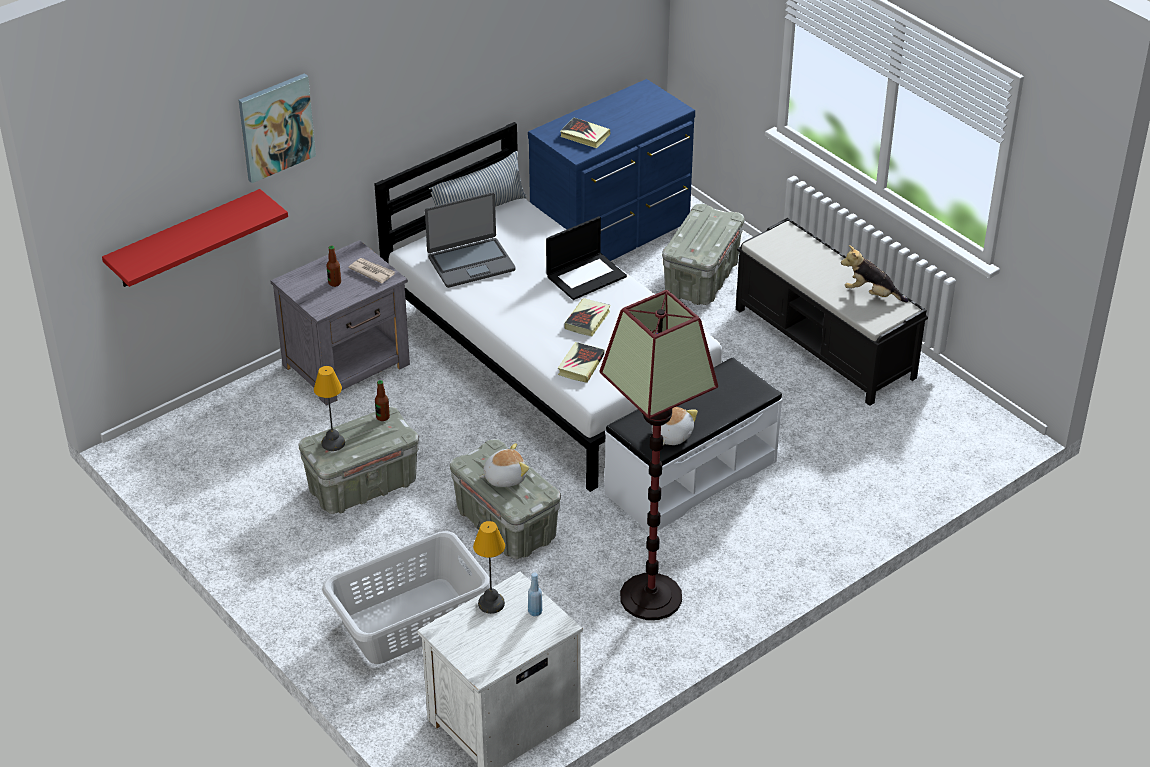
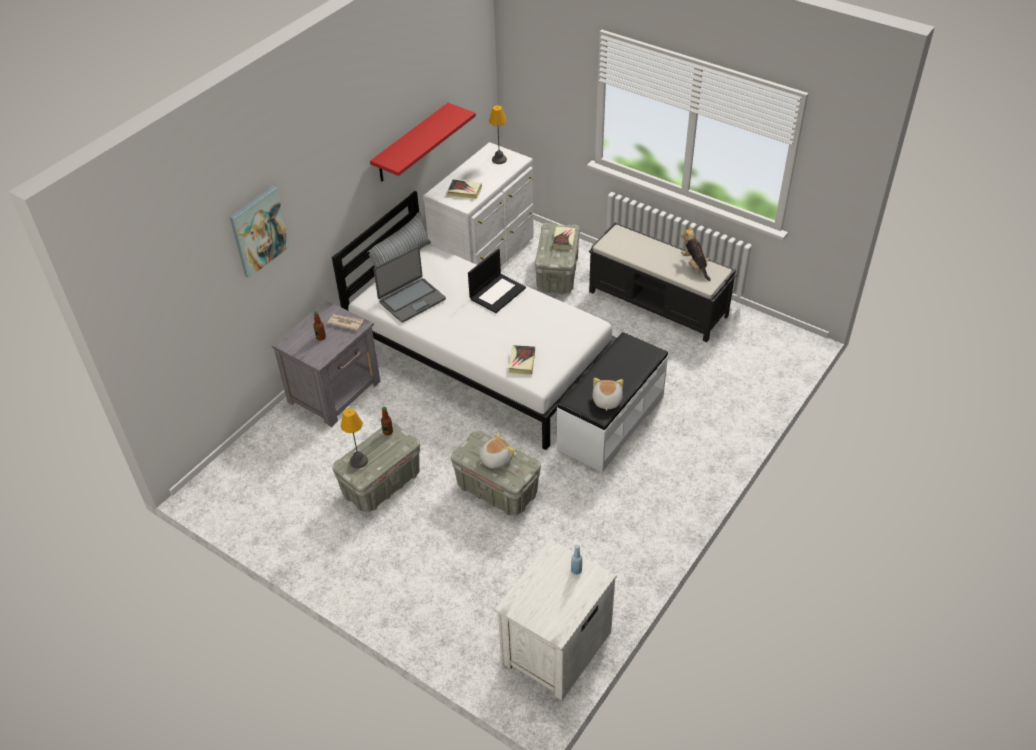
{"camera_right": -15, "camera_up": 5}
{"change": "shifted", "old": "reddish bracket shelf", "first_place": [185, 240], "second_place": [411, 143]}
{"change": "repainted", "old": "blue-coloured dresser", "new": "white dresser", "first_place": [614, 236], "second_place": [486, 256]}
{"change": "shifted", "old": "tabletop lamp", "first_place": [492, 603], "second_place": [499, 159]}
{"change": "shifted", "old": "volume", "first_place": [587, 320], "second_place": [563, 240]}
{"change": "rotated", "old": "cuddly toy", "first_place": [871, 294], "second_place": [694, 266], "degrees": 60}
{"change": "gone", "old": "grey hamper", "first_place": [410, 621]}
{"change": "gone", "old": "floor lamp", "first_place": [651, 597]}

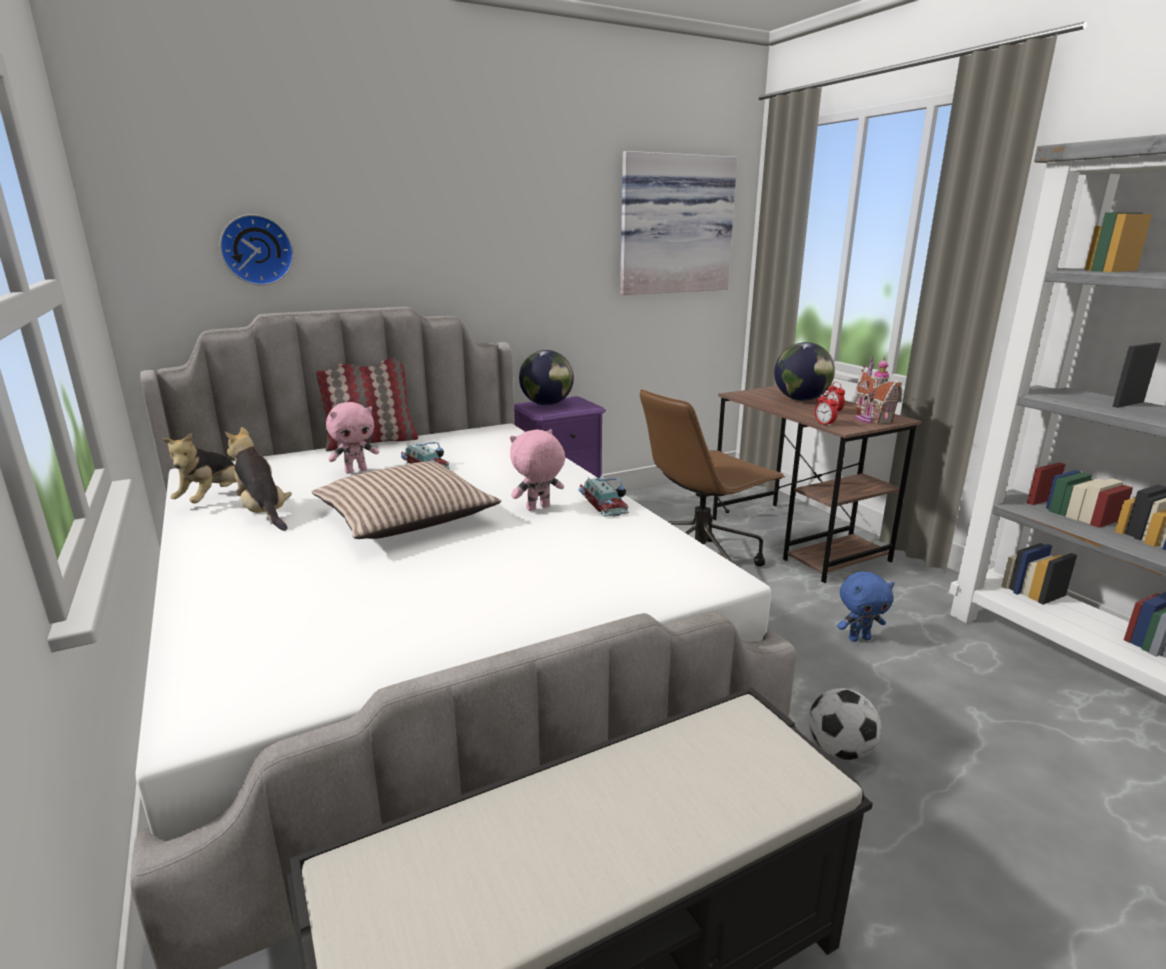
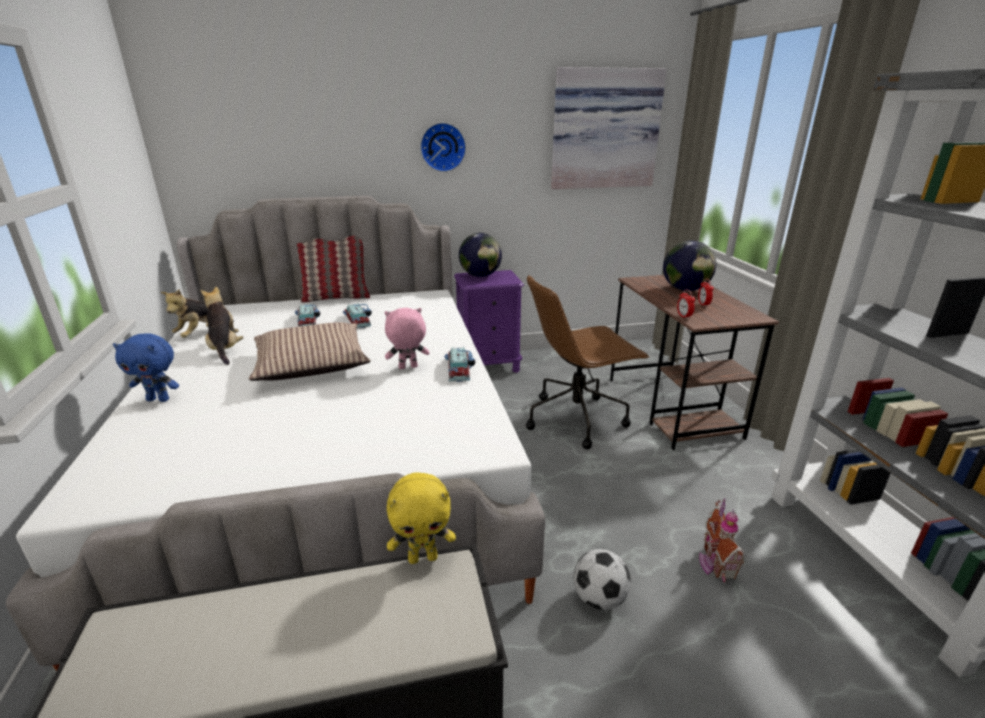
{"camera_right": 15, "camera_up": 5}
{"change": "shifted", "old": "blue-coloured cuddly toy", "first_place": [859, 638], "second_place": [159, 399]}
{"change": "swapped", "old": "pinkish cuddly toy", "new": "toy car", "first_place": [356, 471], "second_place": [308, 321]}
{"change": "new", "new": "yellow cuddly toy", "second_place": [423, 557]}
{"change": "shifted", "old": "wall clock", "first_place": [257, 250], "second_place": [442, 147]}
{"change": "shifted", "old": "miniature house", "first_place": [870, 419], "second_place": [715, 563]}

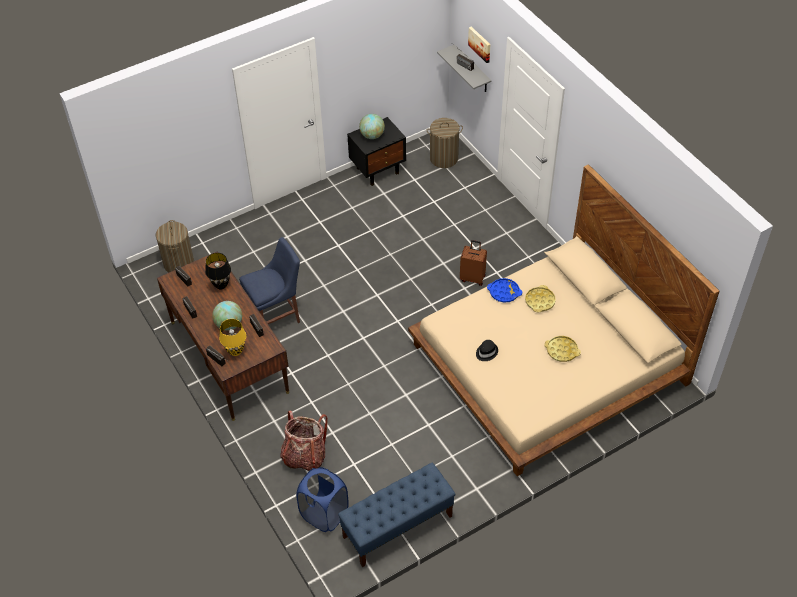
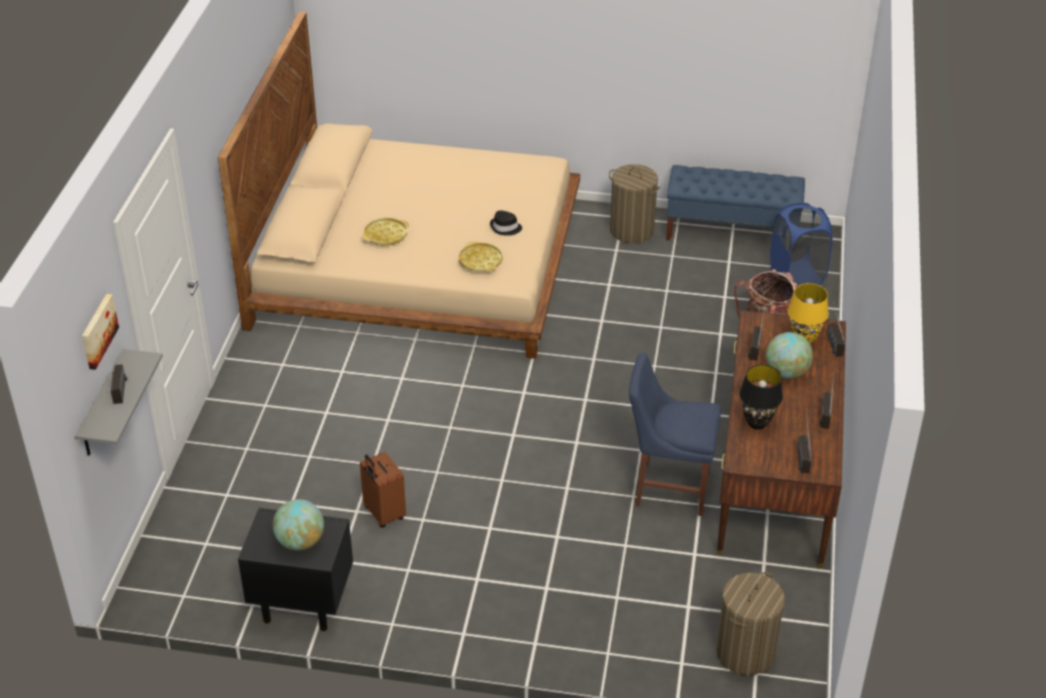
{"camera_right": -140, "camera_up": -10}
{"change": "shifted", "old": "brown-coloured suitcase", "first_place": [473, 278], "second_place": [383, 514]}
{"change": "shifted", "old": "yellow serving tray", "first_place": [562, 350], "second_place": [480, 261]}
{"change": "shifted", "old": "hamper", "first_place": [444, 158], "second_place": [631, 230]}
{"change": "gone", "old": "blue-coloured serving tray", "first_place": [504, 292]}

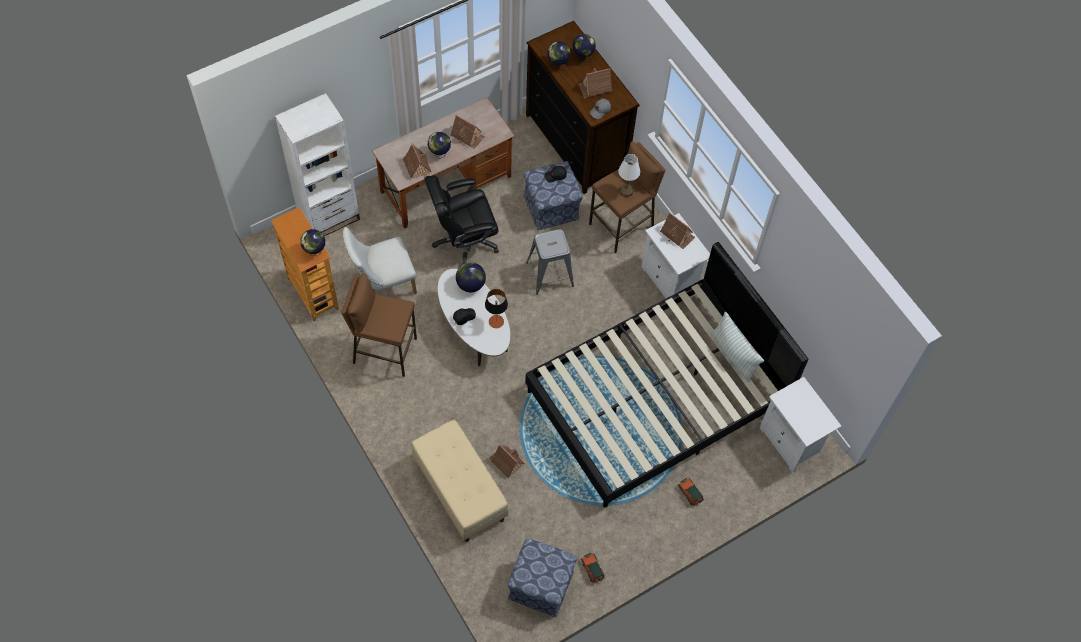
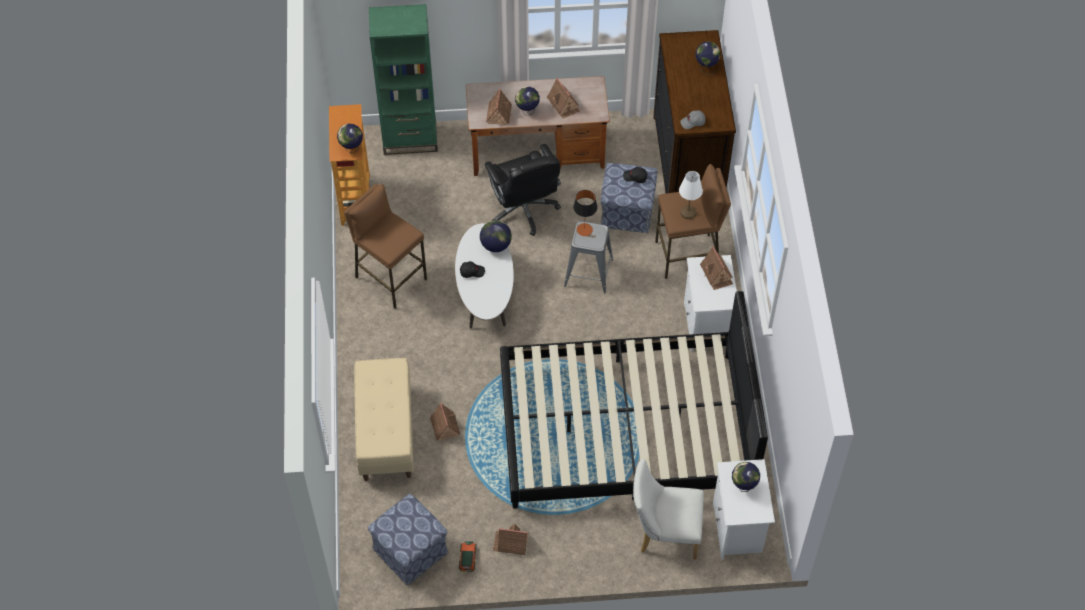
{"camera_right": 30, "camera_up": -5}
{"change": "repainted", "old": "white bookcase", "new": "greenish bookcase", "first_place": [329, 217], "second_place": [410, 138]}
{"change": "rotated", "old": "black computer chair", "first_place": [464, 241], "second_place": [524, 209], "degrees": -120}
{"change": "shifted", "old": "miniature house", "first_place": [595, 87], "second_place": [511, 543]}
{"change": "shifted", "old": "tabletop lamp", "first_place": [496, 321], "second_place": [584, 229]}
{"change": "shifted", "old": "white plain chair", "first_place": [383, 284], "second_place": [664, 533]}
{"change": "shifted", "old": "desk globe", "first_place": [558, 64], "second_place": [743, 486]}
{"change": "gone", "old": "toy car", "first_place": [690, 493]}
{"change": "gone", "old": "throw pillow", "first_place": [733, 355]}

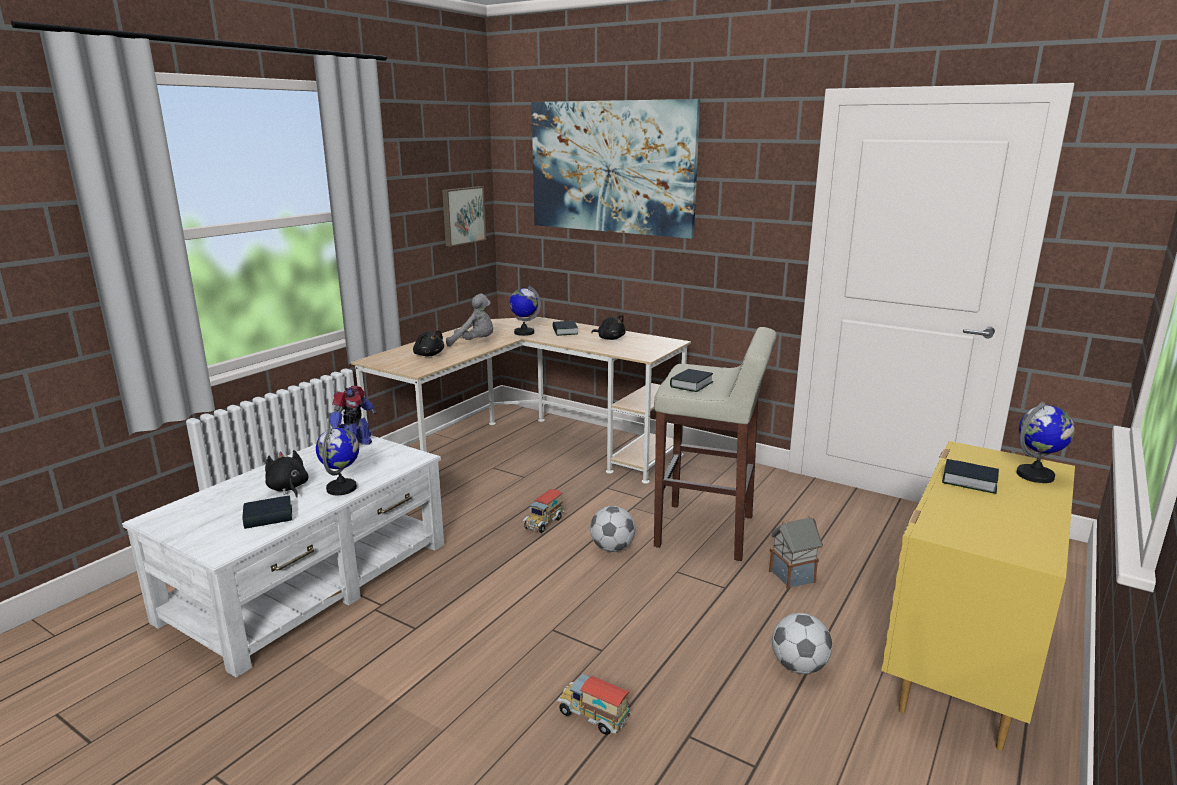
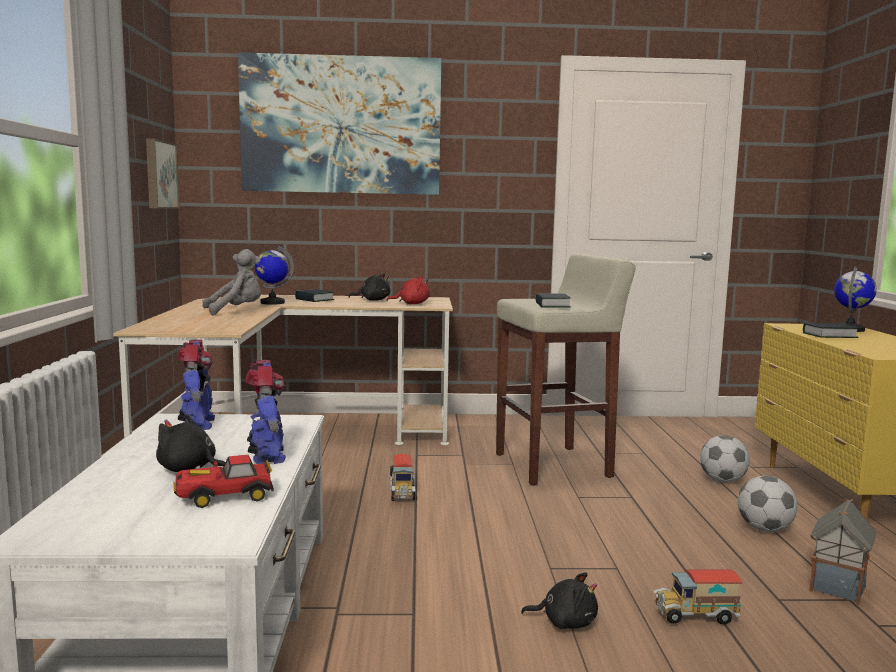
{"camera_right": -35, "camera_up": -10}
{"change": "swapped", "old": "volume", "new": "toy car", "first_place": [268, 517], "second_place": [224, 497]}
{"change": "swapped", "old": "desk globe", "new": "toy robot", "first_place": [342, 488], "second_place": [266, 456]}
{"change": "new", "new": "reddish cuddly toy", "second_place": [411, 304]}
{"change": "shifted", "old": "black cuddly toy", "first_place": [428, 355], "second_place": [565, 622]}
{"change": "shifted", "old": "football ball", "first_place": [612, 548], "second_place": [722, 481]}
{"change": "shifted", "old": "miniature house", "first_place": [792, 576], "second_place": [837, 587]}

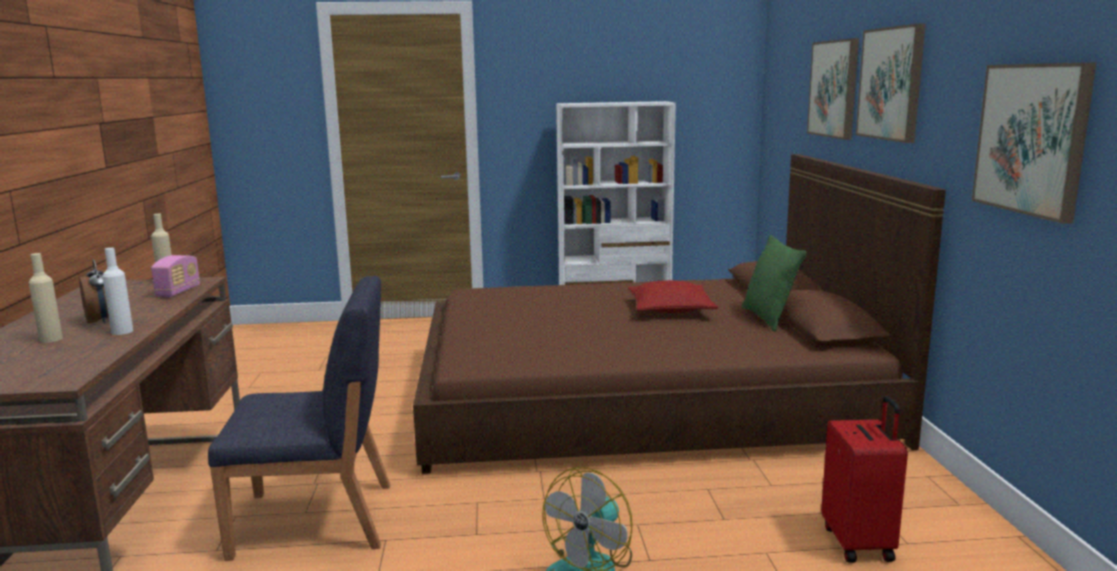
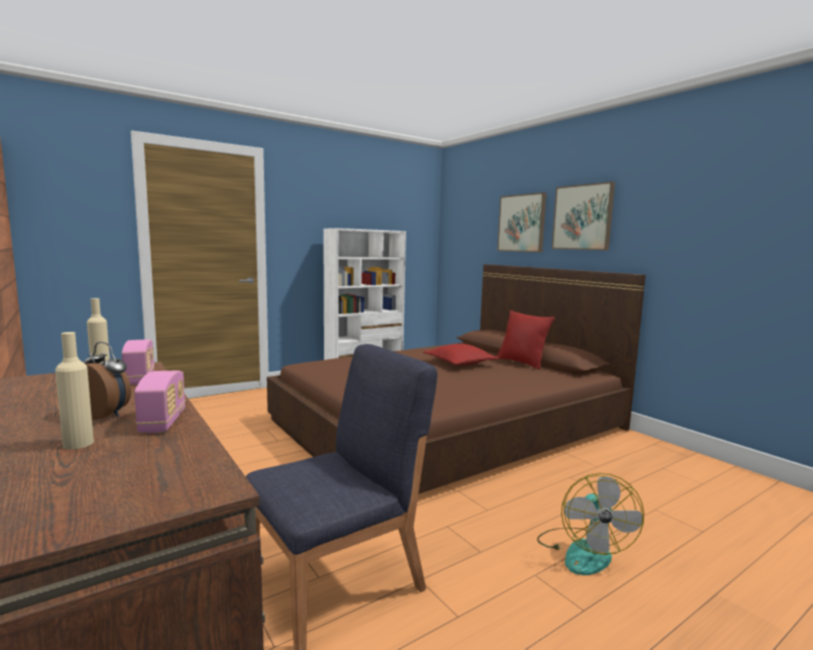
{"camera_right": -30, "camera_up": -5}
{"change": "swapped", "old": "white drink bottle", "new": "radio", "first_place": [122, 331], "second_place": [163, 422]}
{"change": "repainted", "old": "greenish throw pillow", "new": "reddish throw pillow", "first_place": [768, 318], "second_place": [522, 362]}
{"change": "gone", "old": "reddish suitcase", "first_place": [859, 543]}
{"change": "gone", "old": "picture", "first_place": [1032, 139]}

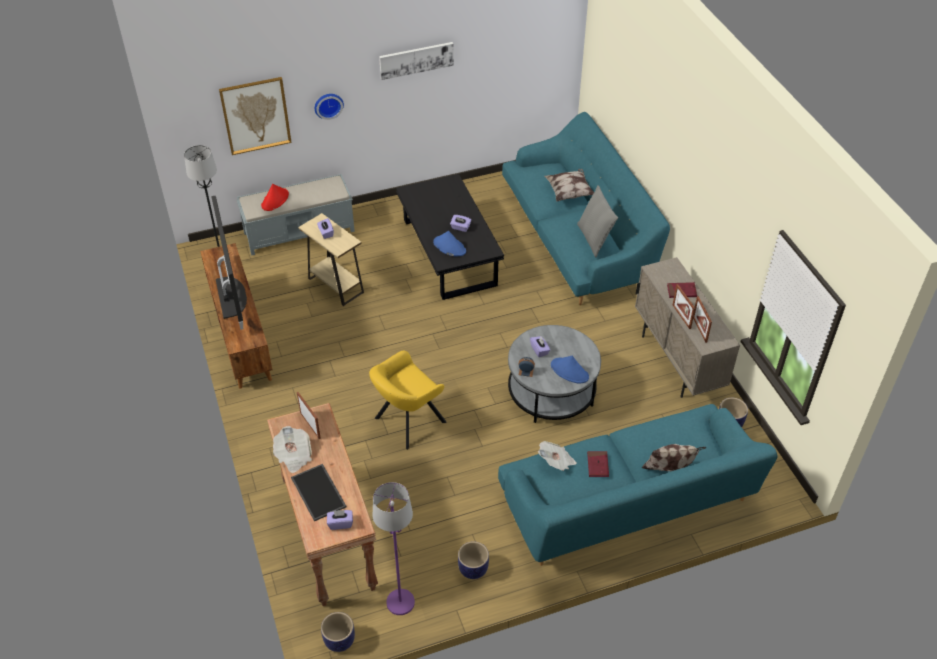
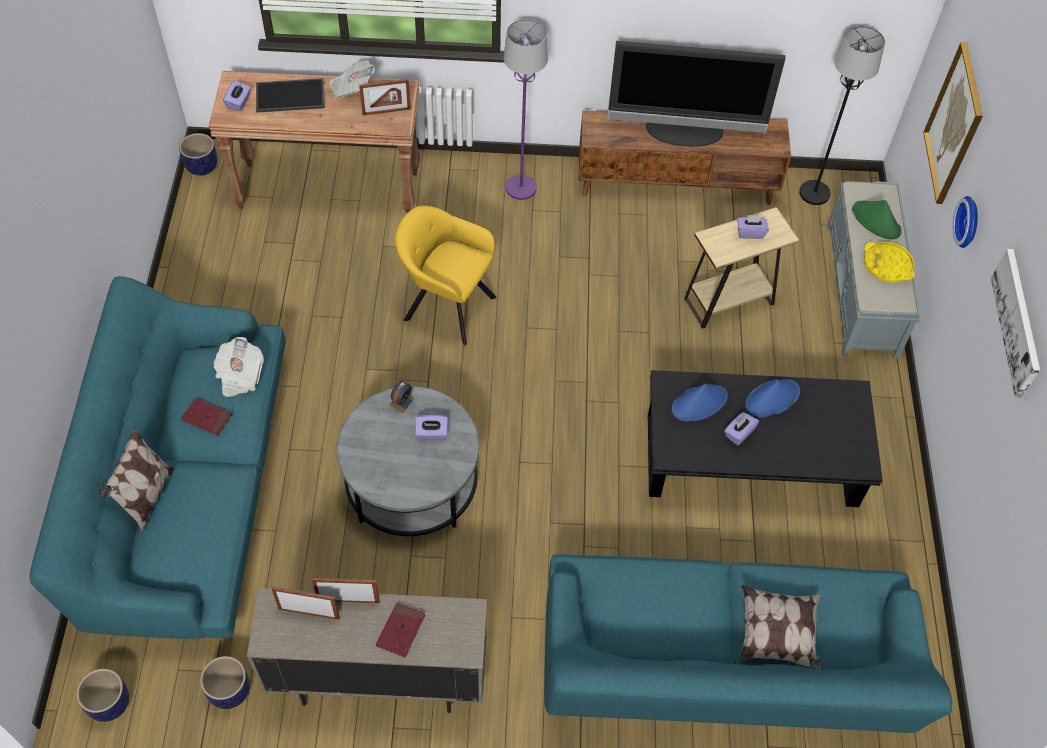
{"camera_right": 110, "camera_up": 10}
{"change": "shifted", "old": "flower pot", "first_place": [472, 569], "second_place": [110, 703]}
{"change": "rotated", "old": "yellow lounge chair", "first_place": [407, 422], "second_place": [446, 305], "degrees": -45}
{"change": "shifted", "old": "purple floor lamp", "first_place": [400, 602], "second_place": [521, 188]}
{"change": "shifted", "old": "blue-coloured clothing hat", "first_place": [569, 371], "second_place": [772, 399]}
{"change": "repainted", "old": "reddish clothing hat", "new": "greenish clothing hat", "first_place": [275, 200], "second_place": [876, 221]}
{"change": "new", "new": "yellow serving tray", "second_place": [887, 265]}
{"change": "gone", "old": "grey throw pillow", "first_place": [594, 239]}

